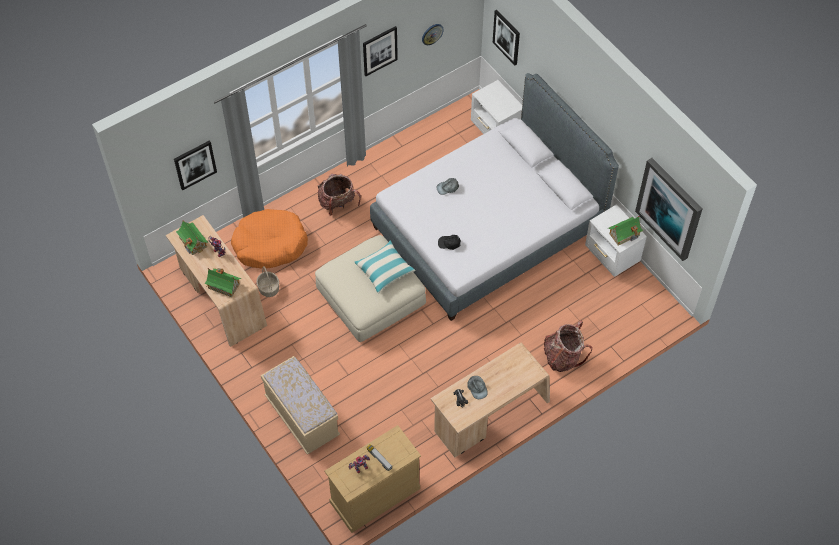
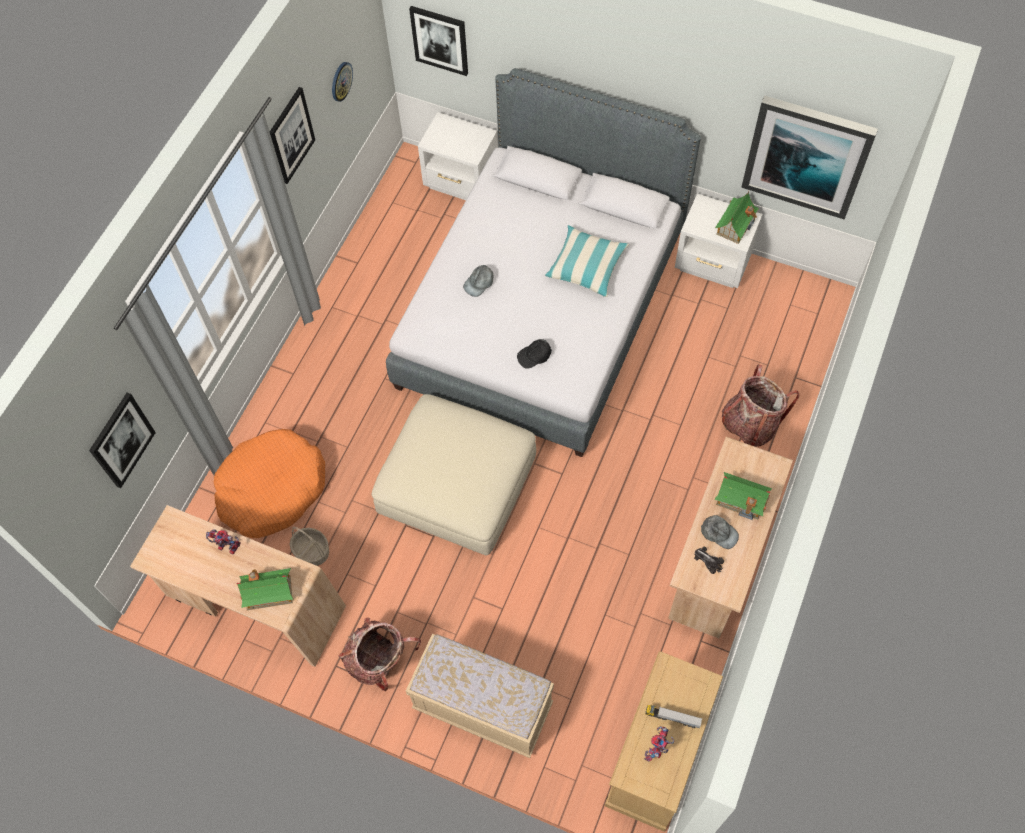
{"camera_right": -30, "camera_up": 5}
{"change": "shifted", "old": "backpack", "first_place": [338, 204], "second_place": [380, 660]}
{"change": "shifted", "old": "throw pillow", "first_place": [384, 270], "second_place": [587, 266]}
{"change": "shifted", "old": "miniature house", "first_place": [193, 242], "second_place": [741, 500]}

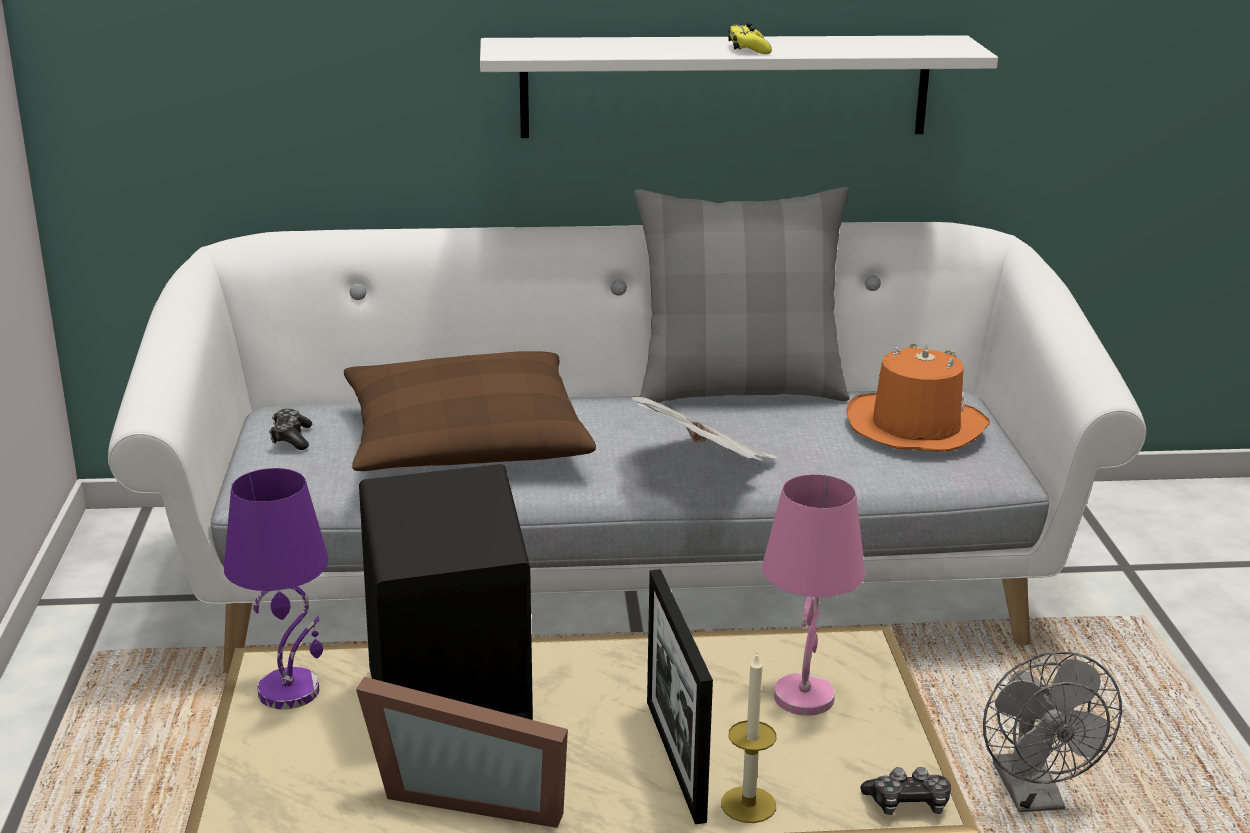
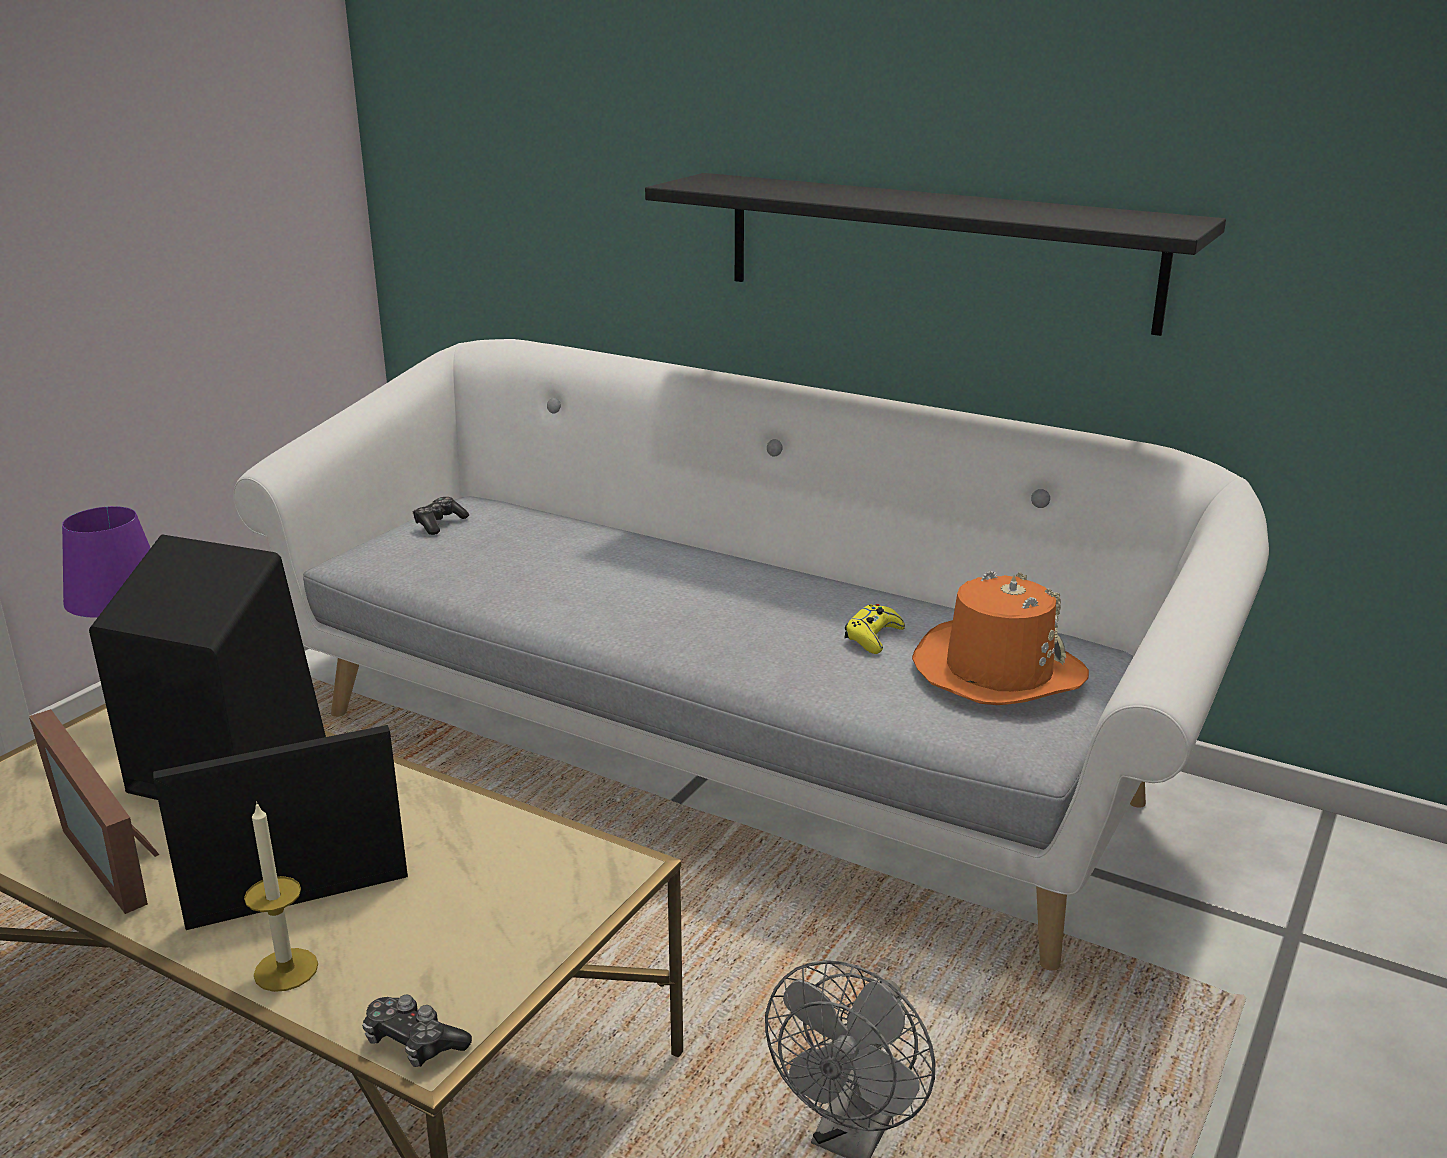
{"camera_right": 35, "camera_up": 0}
{"change": "rotated", "old": "standing frame", "first_place": [675, 759], "second_place": [299, 899], "degrees": 45}
{"change": "repainted", "old": "white bracket shelf", "new": "black bracket shelf", "first_place": [725, 86], "second_place": [936, 250]}
{"change": "shifted", "old": "yellow game controller", "first_place": [749, 48], "second_place": [873, 637]}
{"change": "gone", "old": "brown-coloured throw pillow", "first_place": [464, 440]}
{"change": "gone", "old": "daily paper", "first_place": [704, 466]}
{"change": "gone", "old": "grey throw pillow", "first_place": [739, 390]}
{"change": "gone", "old": "pinkish tabletop lamp", "first_place": [803, 696]}

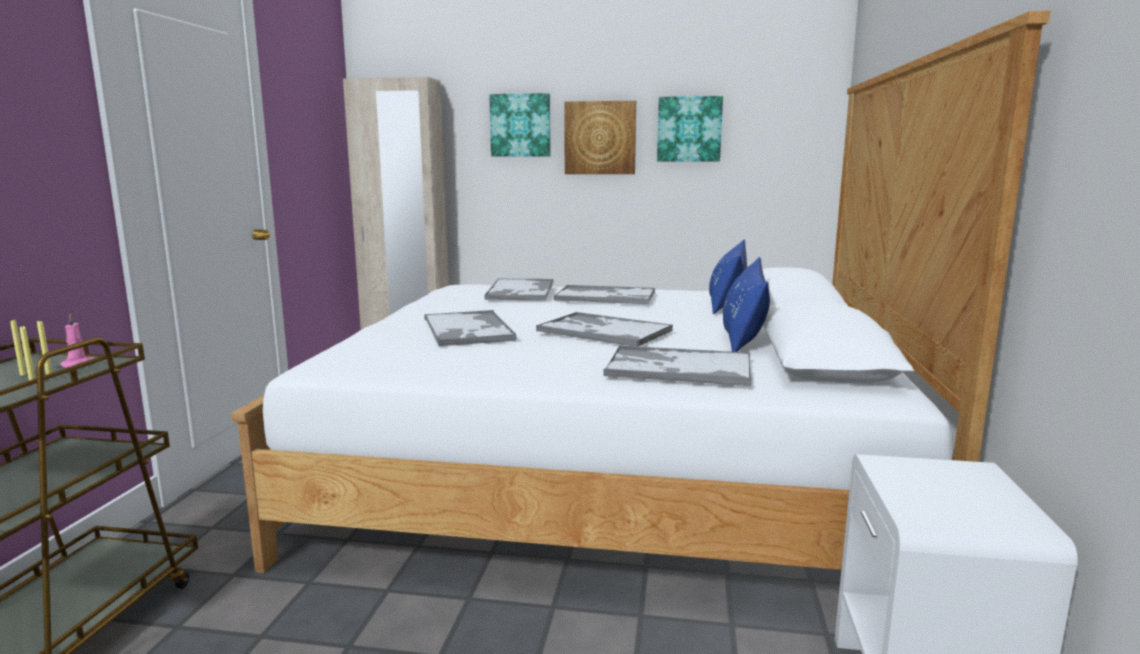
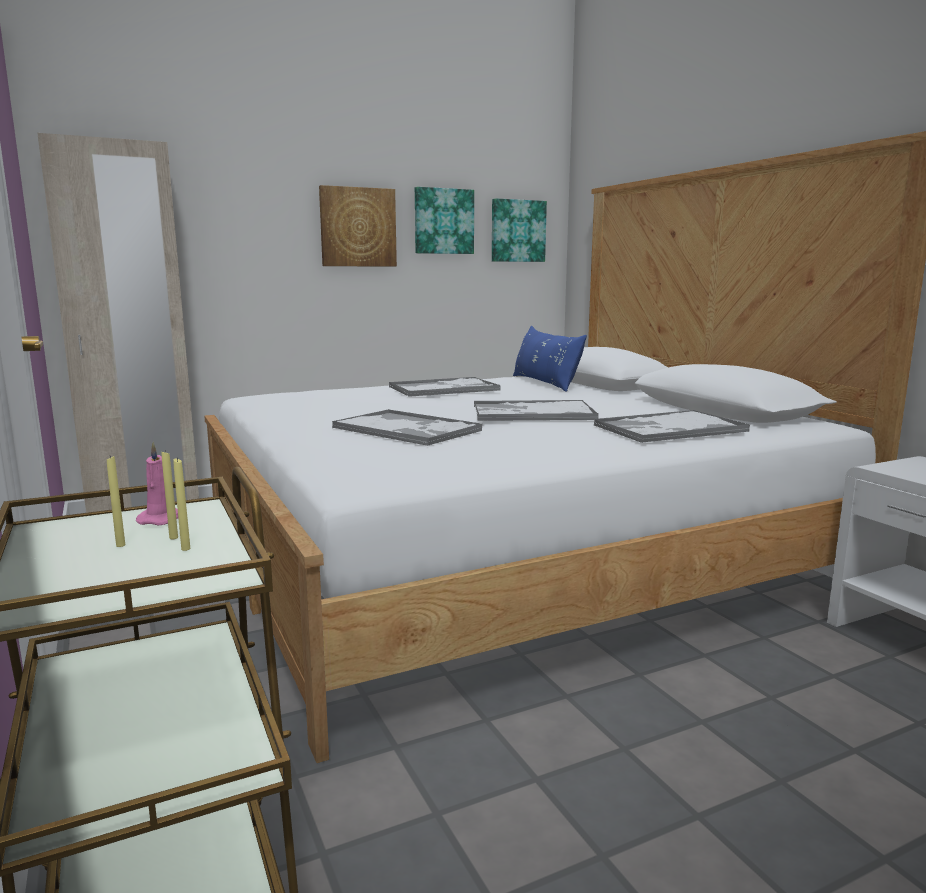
{"camera_right": -35, "camera_up": 0}
{"change": "shifted", "old": "picture", "first_place": [520, 125], "second_place": [517, 231]}
{"change": "gone", "old": "serving tray", "first_place": [520, 291]}
{"change": "gone", "old": "blue-coloured throw pillow", "first_place": [743, 335]}

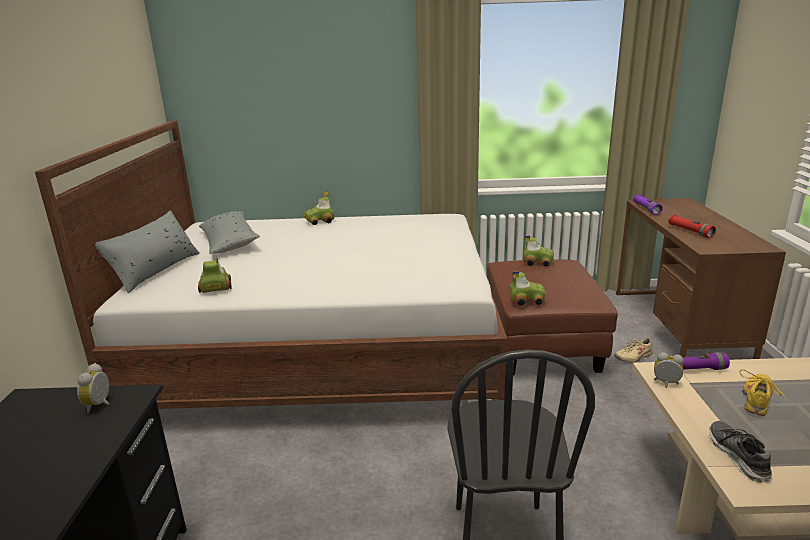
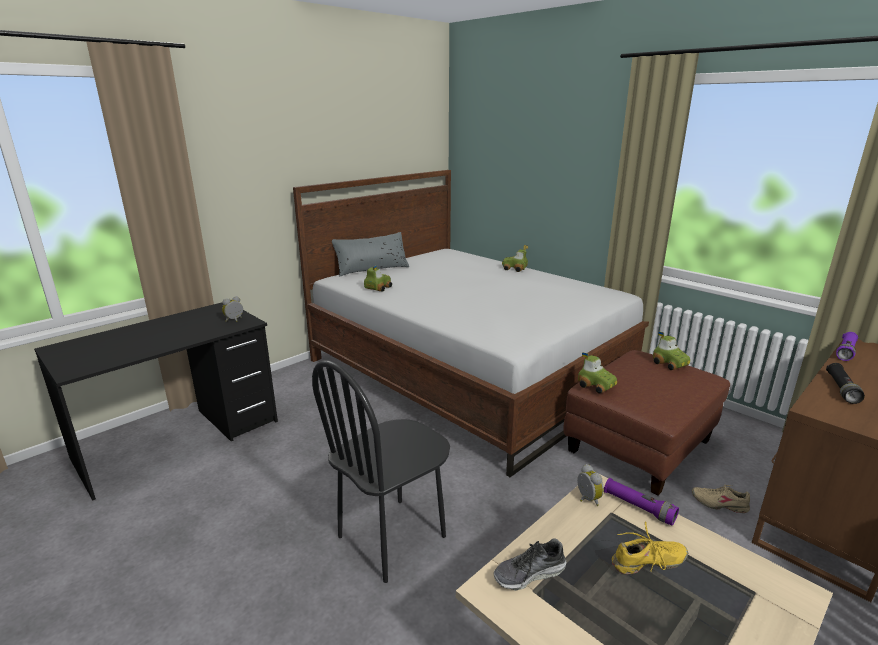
{"camera_right": 45, "camera_up": 0}
{"change": "rotated", "old": "shoe", "first_place": [737, 457], "second_place": [529, 574], "degrees": -150}
{"change": "repainted", "old": "reddish torch", "new": "black torch", "first_place": [690, 232], "second_place": [841, 389]}
{"change": "gone", "old": "grey throw pillow", "first_place": [229, 241]}

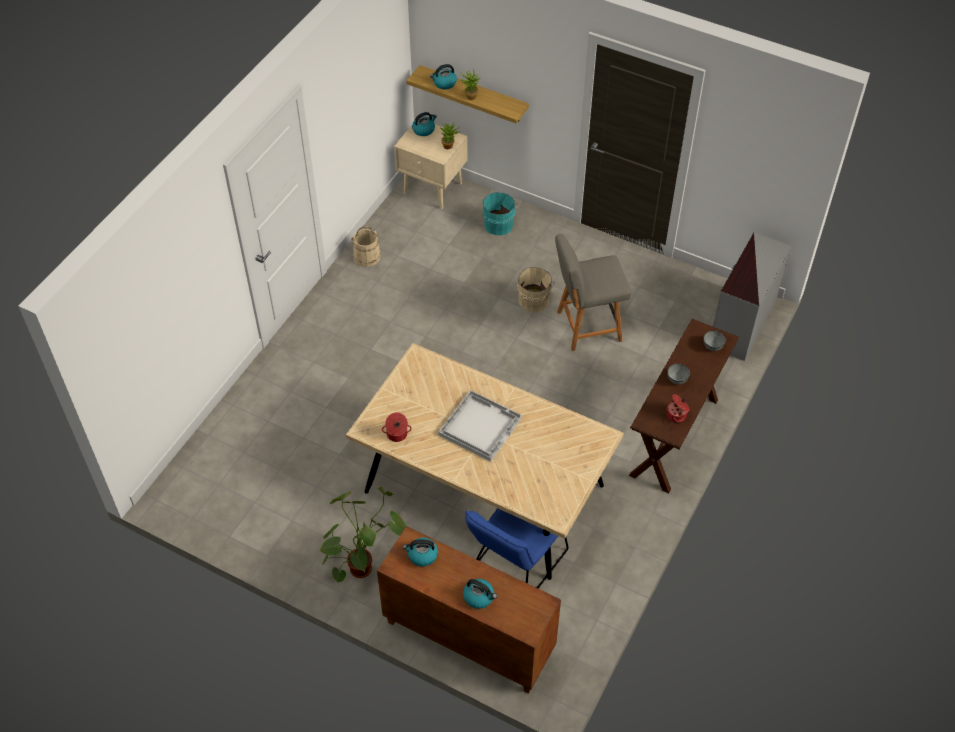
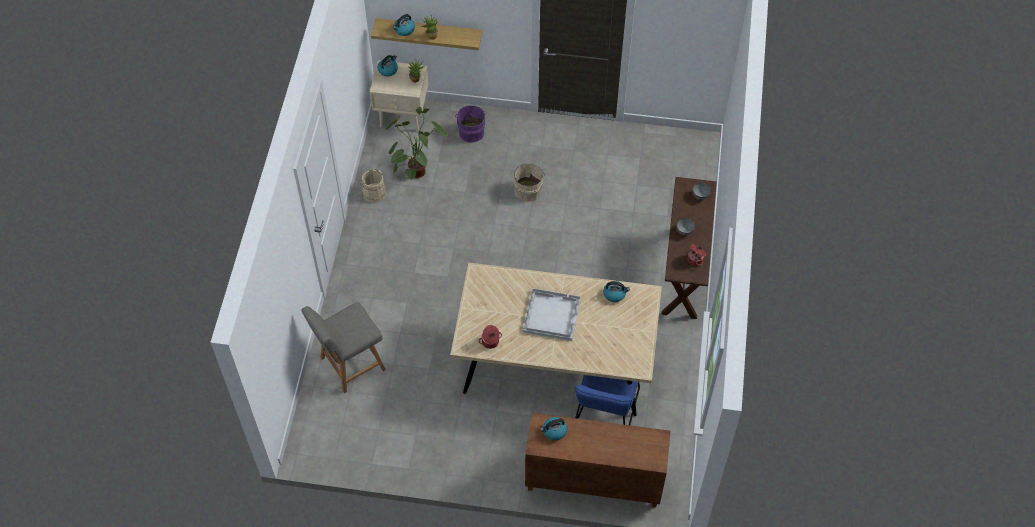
{"camera_right": -20, "camera_up": 5}
{"change": "shifted", "old": "grey plain chair", "first_place": [586, 326], "second_place": [350, 365]}
{"change": "shifted", "old": "plant in a pot", "first_place": [362, 559], "second_place": [415, 166]}
{"change": "repainted", "old": "turquoise water bucket", "new": "purple water bucket", "first_place": [499, 224], "second_place": [471, 131]}
{"change": "shifted", "old": "water kettle", "first_place": [479, 597], "second_place": [615, 294]}
{"change": "gone", "old": "grey dresser", "first_place": [741, 324]}

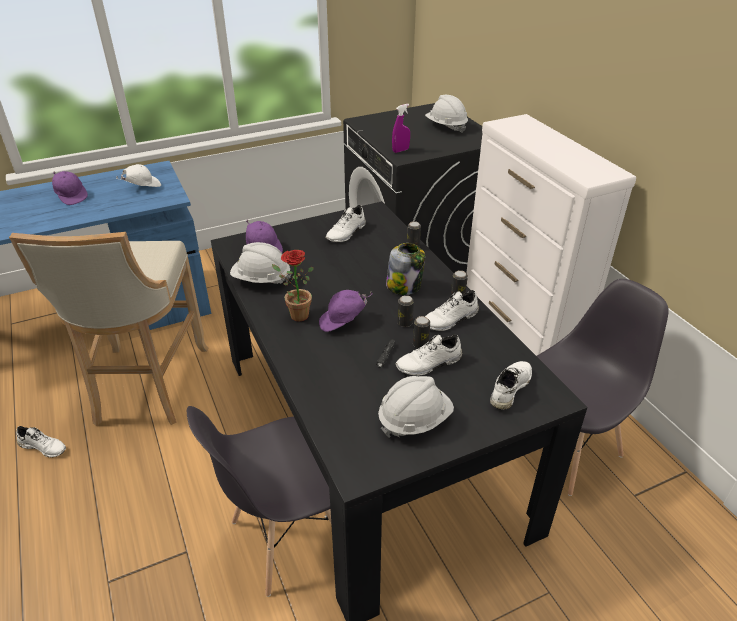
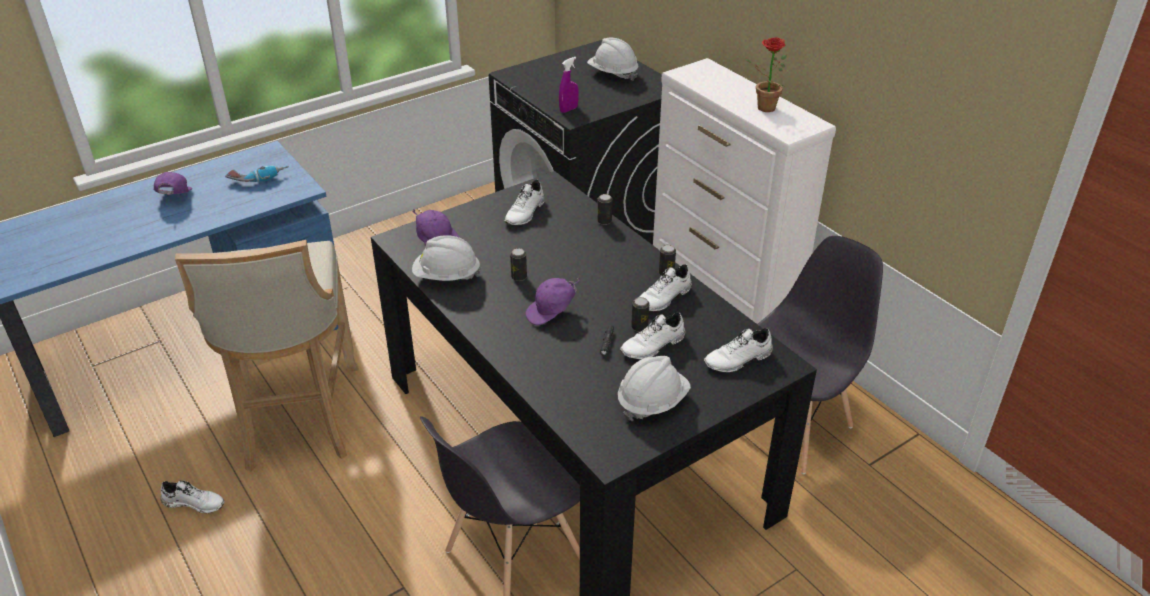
{"camera_right": -10, "camera_up": 0}
{"change": "rotated", "old": "purple baseball cap", "first_place": [71, 196], "second_place": [174, 198], "degrees": -135}
{"change": "swapped", "old": "white baseball cap", "new": "power drill", "first_place": [142, 187], "second_place": [258, 178]}
{"change": "shifted", "old": "can", "first_place": [405, 323], "second_place": [519, 277]}
{"change": "rotated", "old": "white shoe", "first_place": [509, 388], "second_place": [738, 360], "degrees": -135}
{"change": "shifted", "old": "plant in a pot", "first_place": [295, 315], "second_place": [762, 108]}
{"change": "gone", "old": "preserve jar", "first_place": [404, 286]}

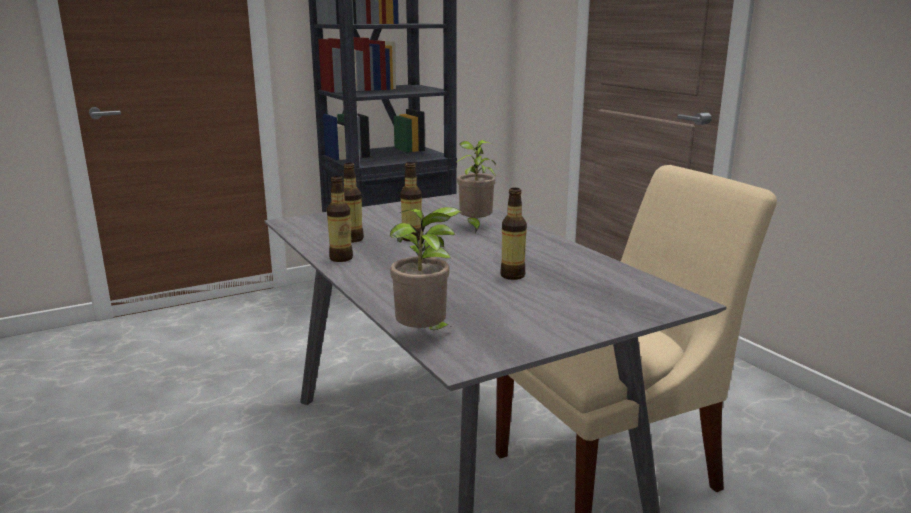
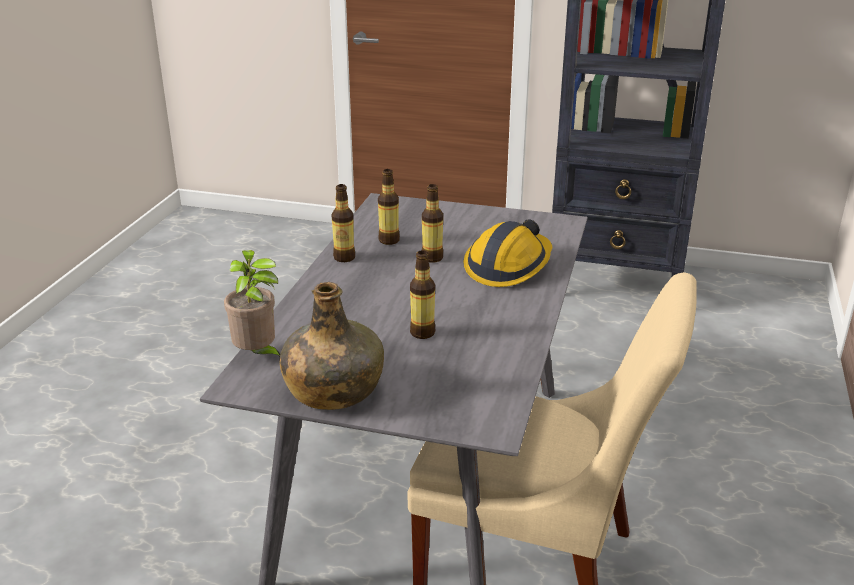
{"camera_right": 45, "camera_up": 10}
{"change": "new", "new": "greenish drink bottle", "second_place": [333, 390]}
{"change": "swapped", "old": "plant in a pot", "new": "safety helmet", "first_place": [475, 227], "second_place": [508, 266]}

